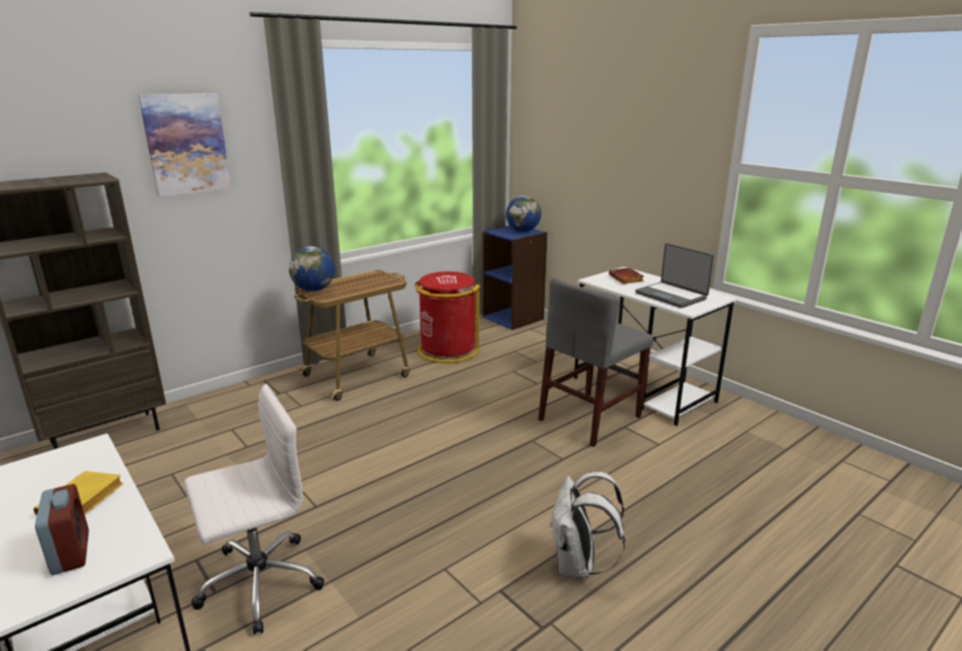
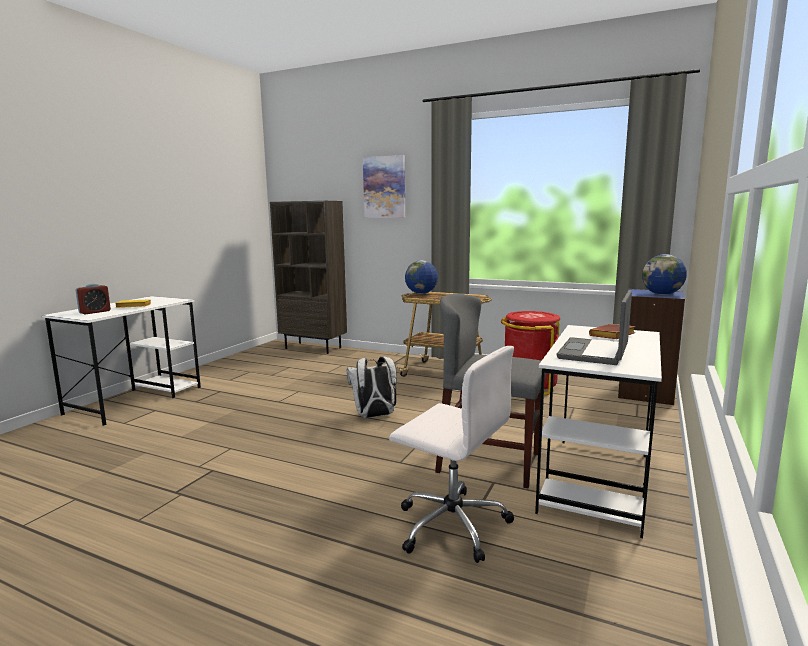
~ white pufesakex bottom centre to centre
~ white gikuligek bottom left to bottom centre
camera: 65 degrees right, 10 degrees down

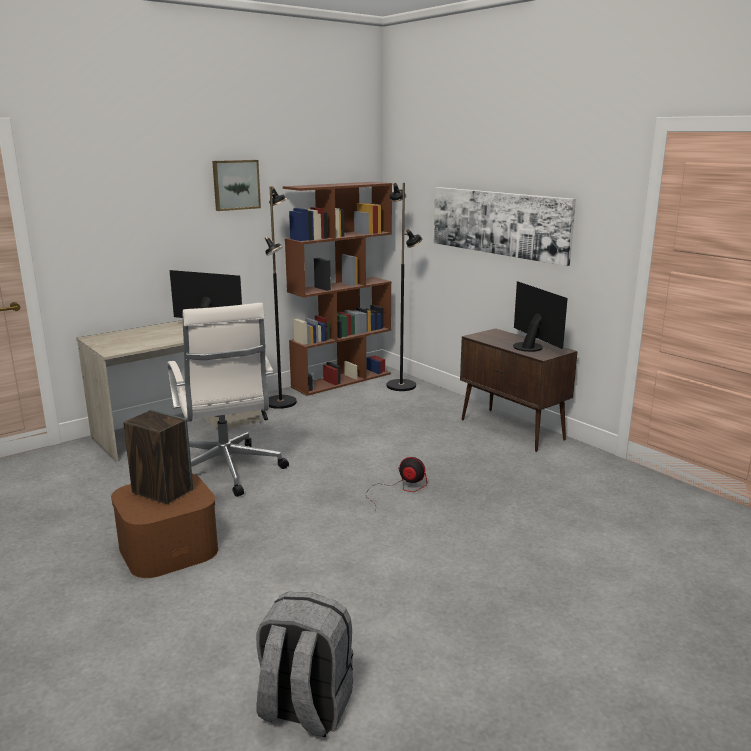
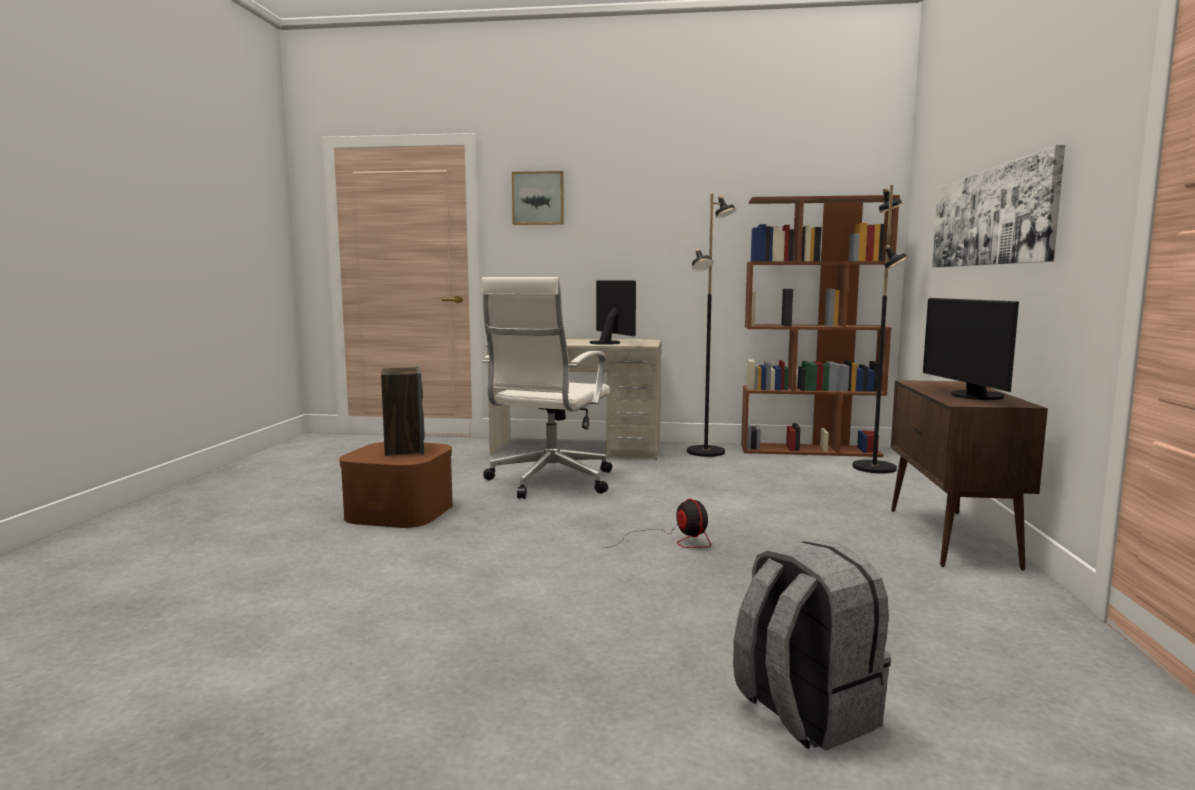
~ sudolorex (no. 1 from left) top left to top centre
~ grey pufesakex bottom centre to bottom right
~ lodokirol (no. 2 from left) middle right = middle right 150 degrees clockwise
camera: 45 degrees right, 10 degrees down

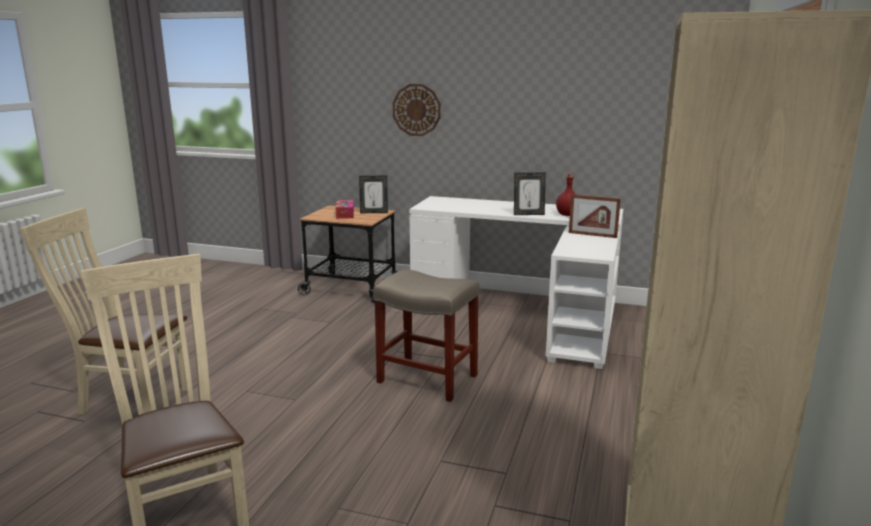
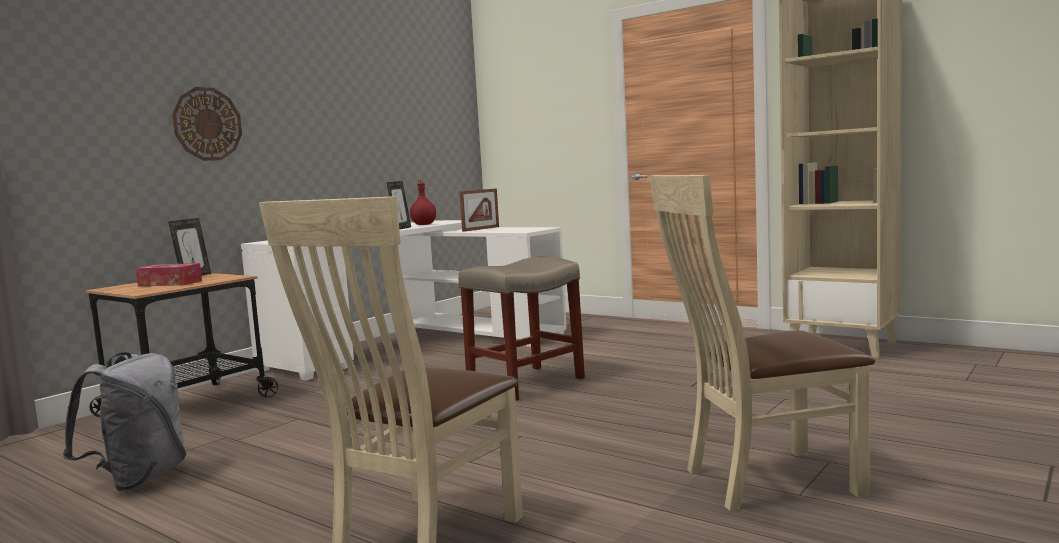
+ grey pufesakex bottom left
camera: 70 degrees left, 10 degrees down

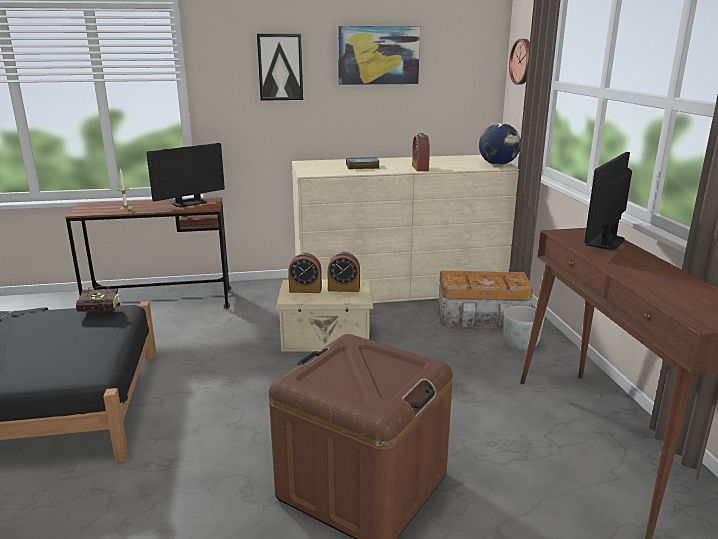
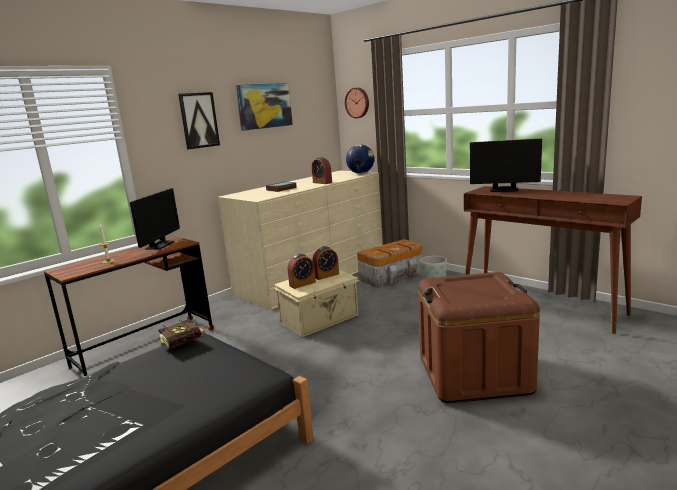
~ lodokirol (no. 2 from left) middle right = middle right 75 degrees counterclockwise
camera: 35 degrees left, 5 degrees down

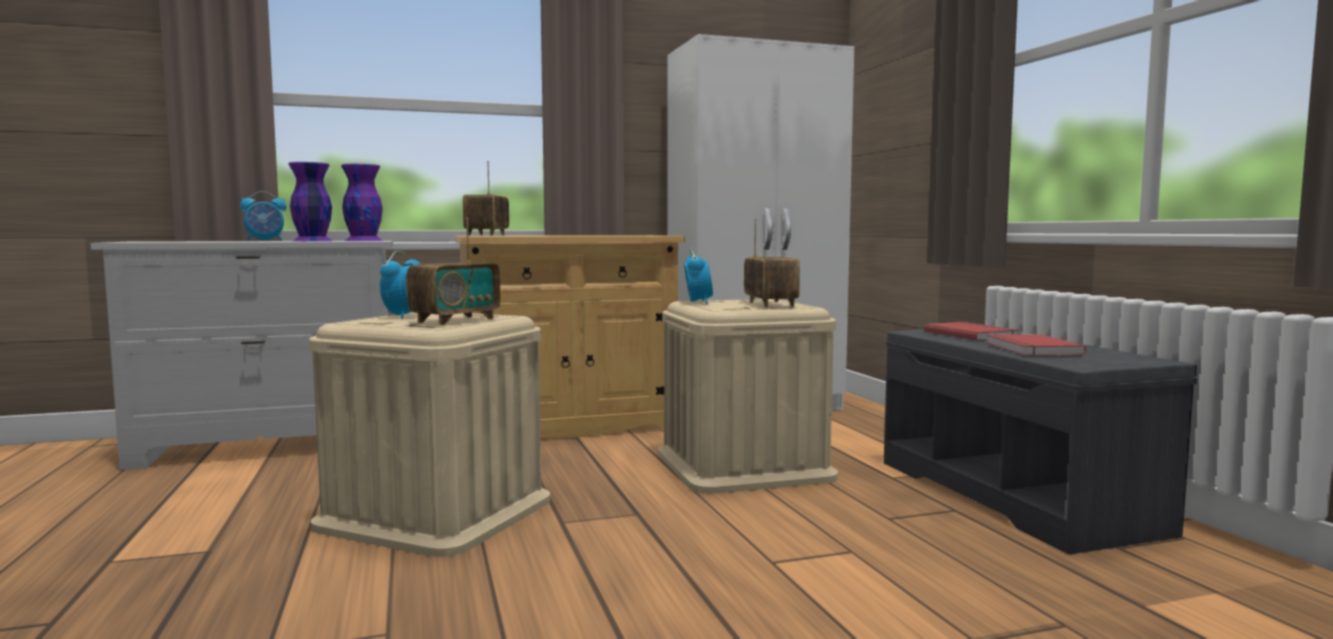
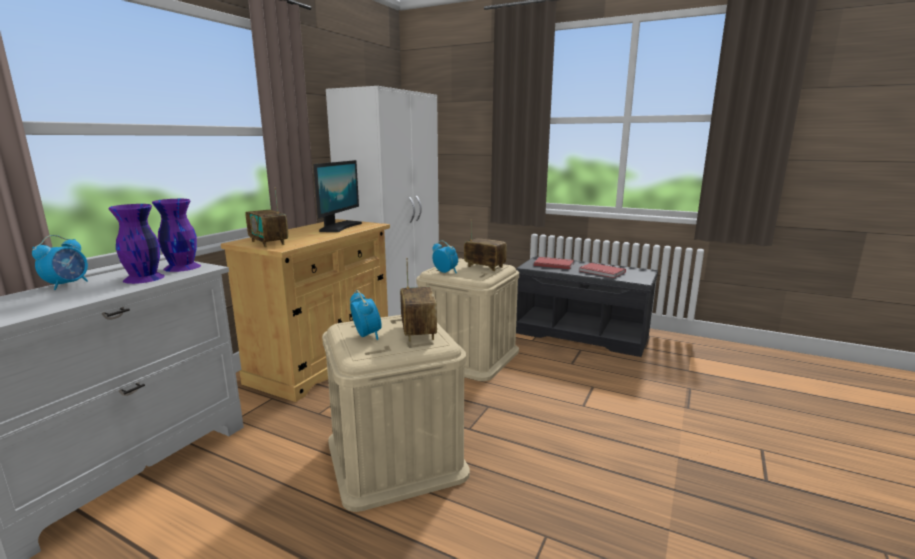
+ lodokirol centre
camera: 45 degrees left, 10 degrees up

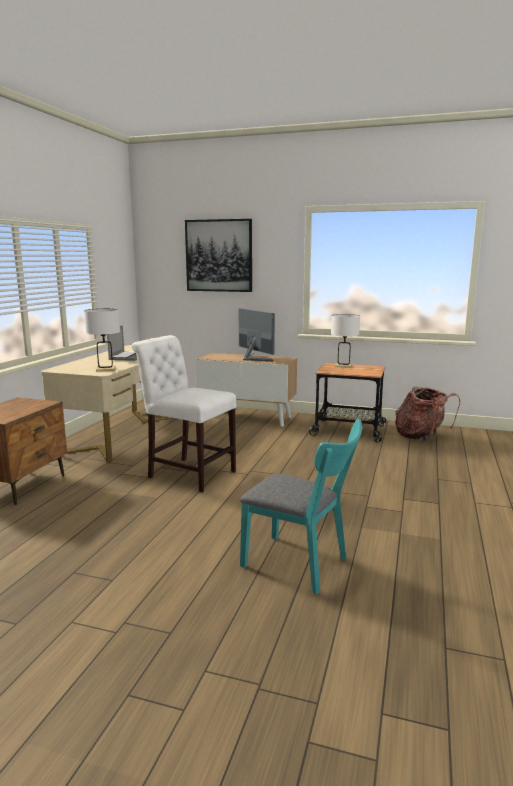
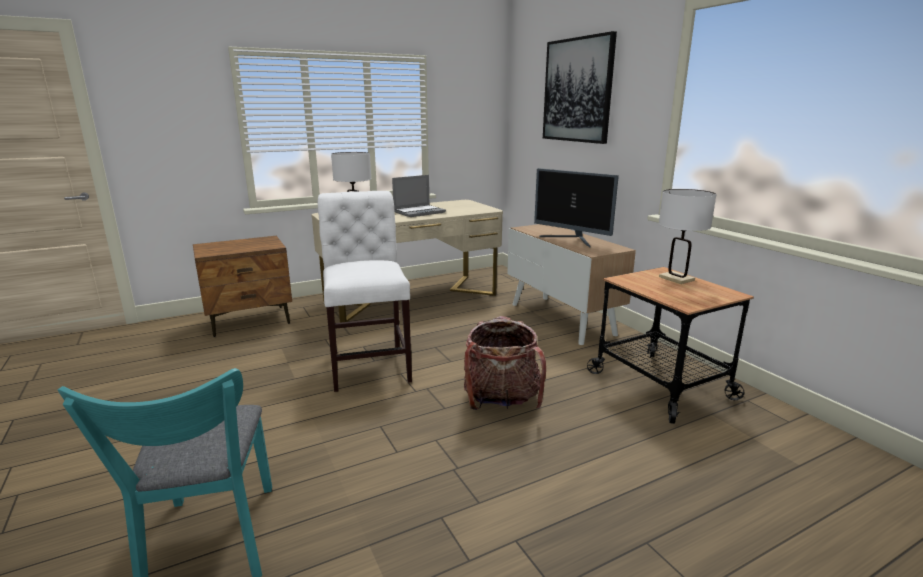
~ pufesakex middle right to centre
~ lodokirol centre = centre 120 degrees clockwise
camera: 45 degrees right, 5 degrees up

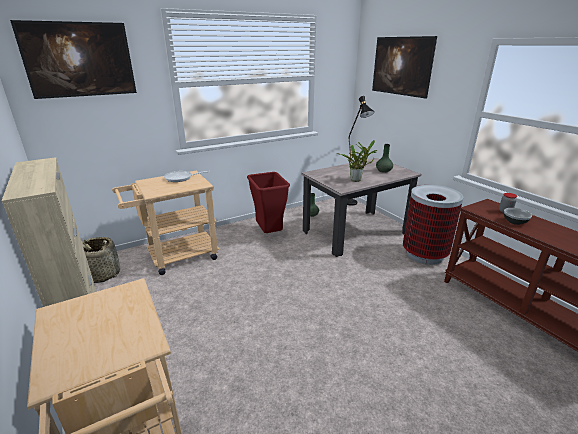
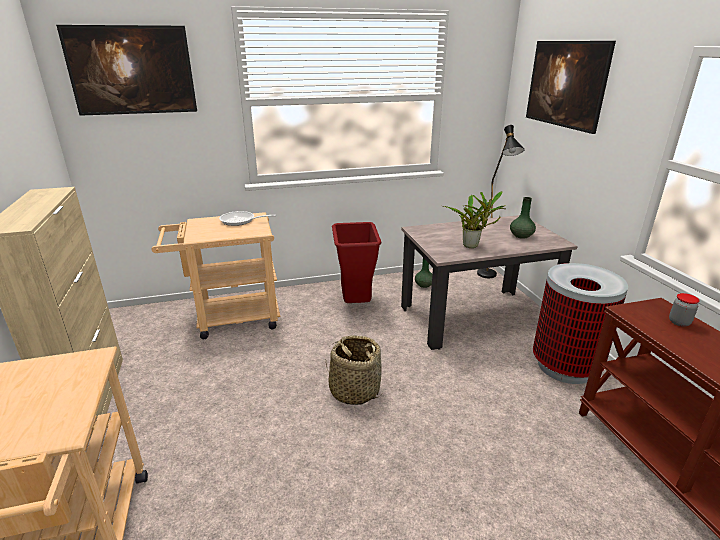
~ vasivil middle left to bottom centre
- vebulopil middle right
camera: 15 degrees right, 0 degrees up

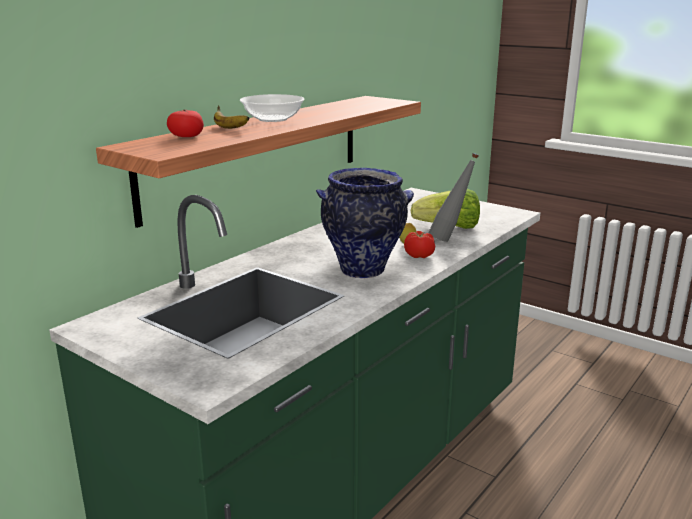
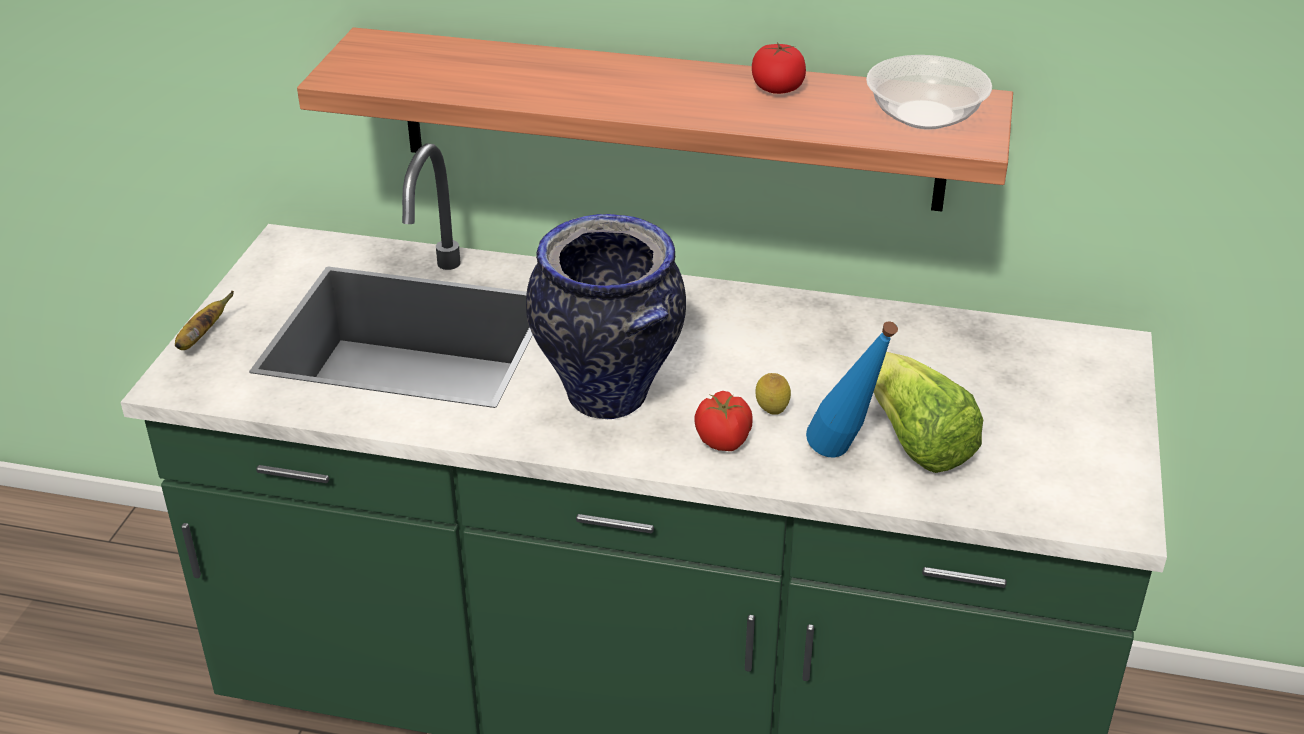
~ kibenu top centre to middle left
~ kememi (no. 1 from left in the first image) top left to kememi (no. 2 from left) top centre
~ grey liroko centre to blue liroko centre
~ vebulopil top centre to top right
camera: 65 degrees right, 15 degrees up

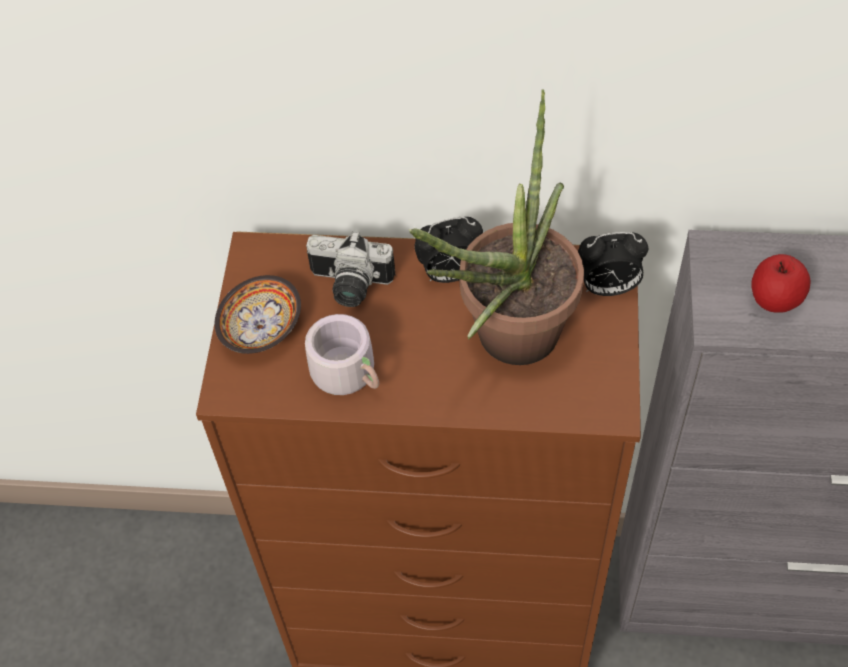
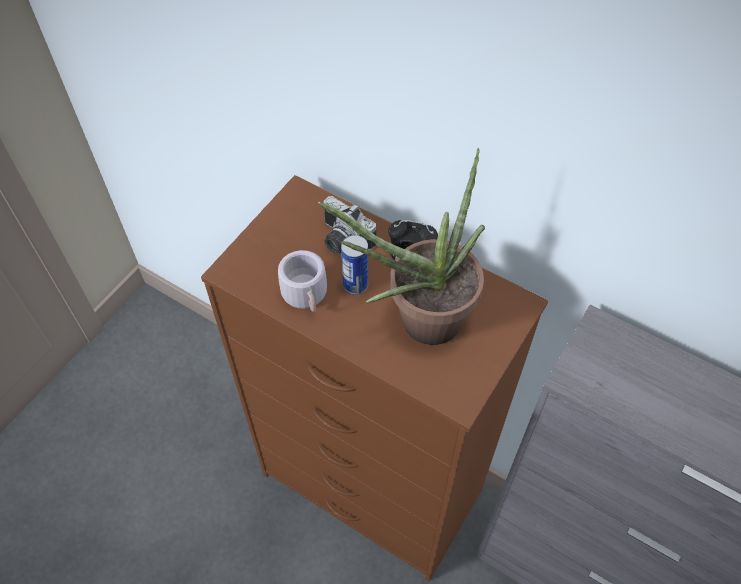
+ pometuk centre
- vebulopil middle left
- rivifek (no. 2 from left) middle right
- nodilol middle right
camera: 25 degrees right, 0 degrees up

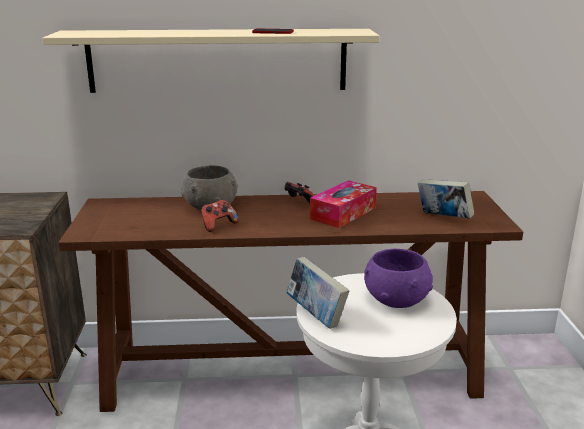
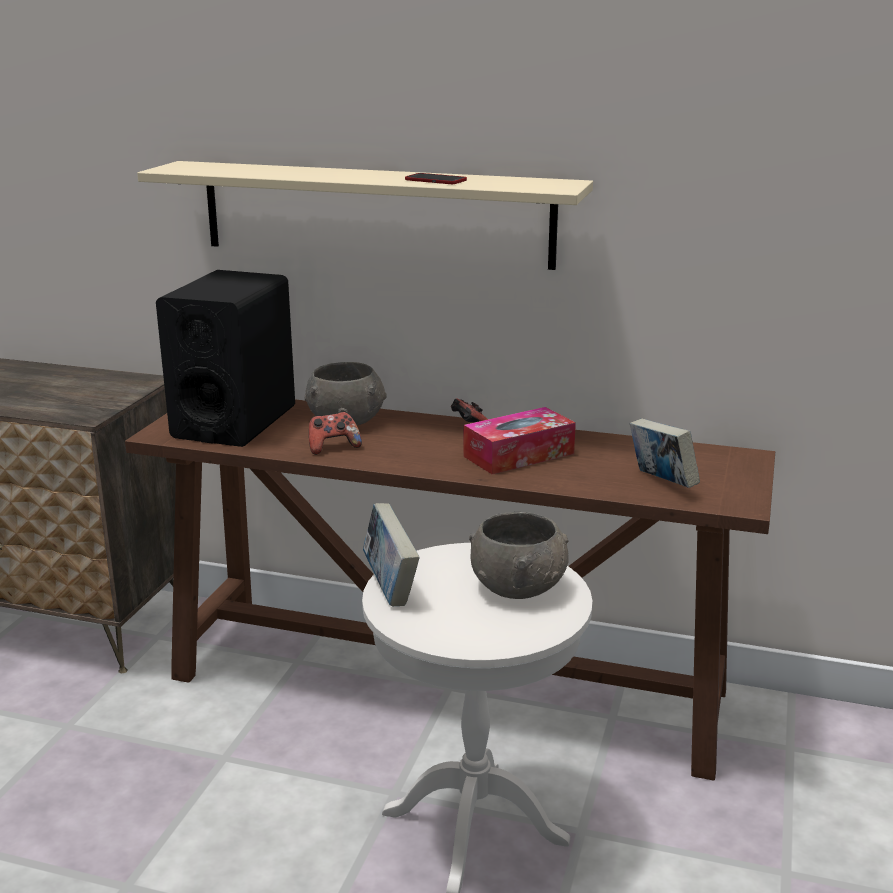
+ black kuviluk middle left
~ purple vebulopil middle right to grey vebulopil (no. 2 from left) centre
camera: 20 degrees right, 0 degrees up

